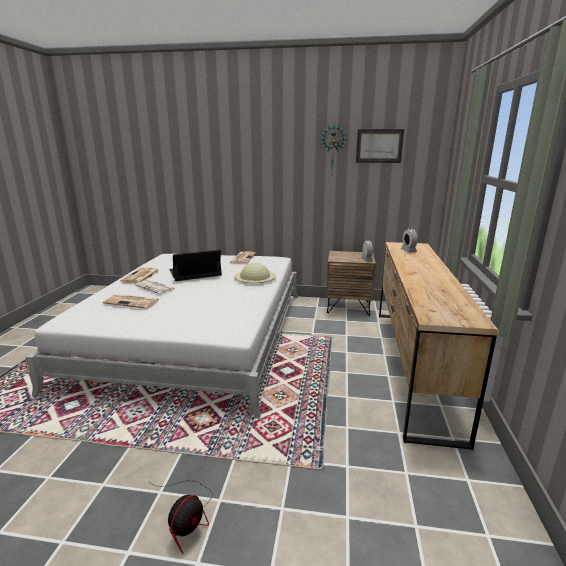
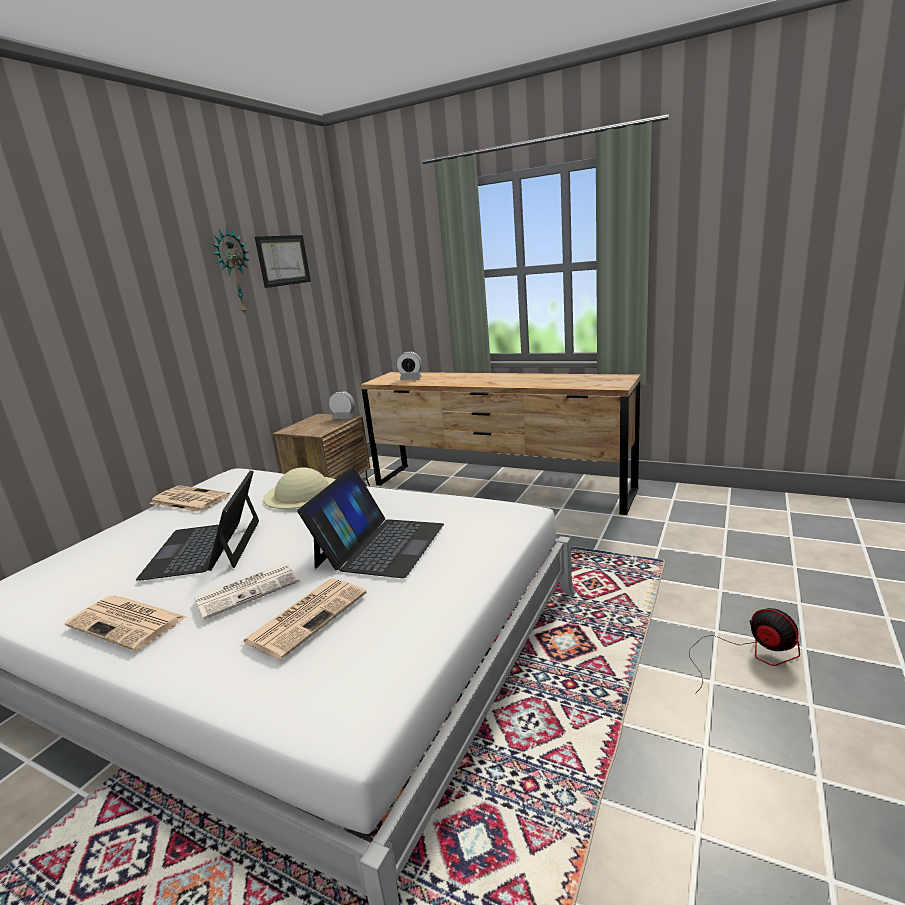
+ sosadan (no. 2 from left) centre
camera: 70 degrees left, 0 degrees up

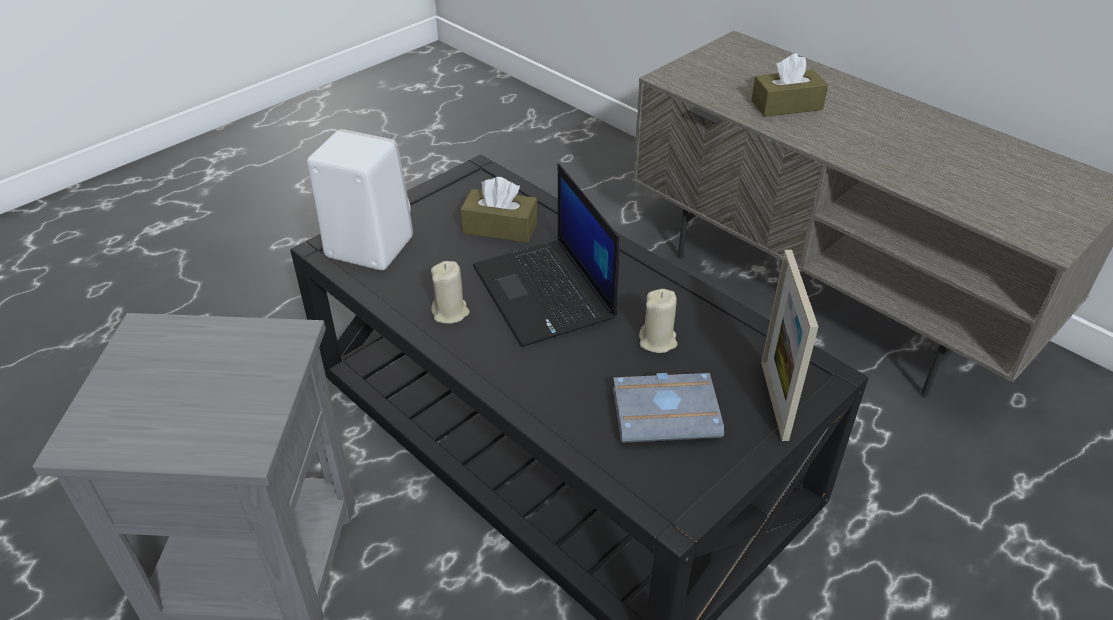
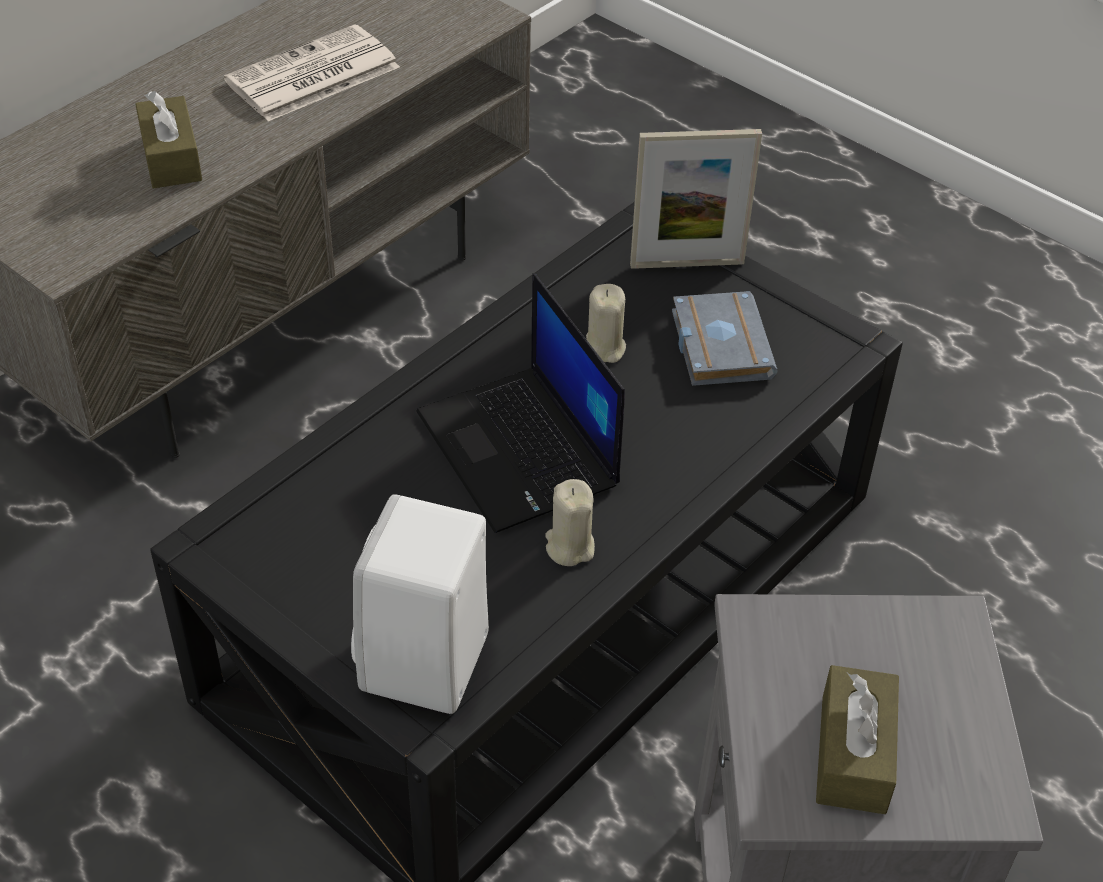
+ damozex top left
~ sosadan centre = centre 90 degrees clockwise
~ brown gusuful (no. 1 from left in the first image) centre to brown gusuful (no. 2 from left) bottom right
camera: 95 degrees left, 5 degrees up

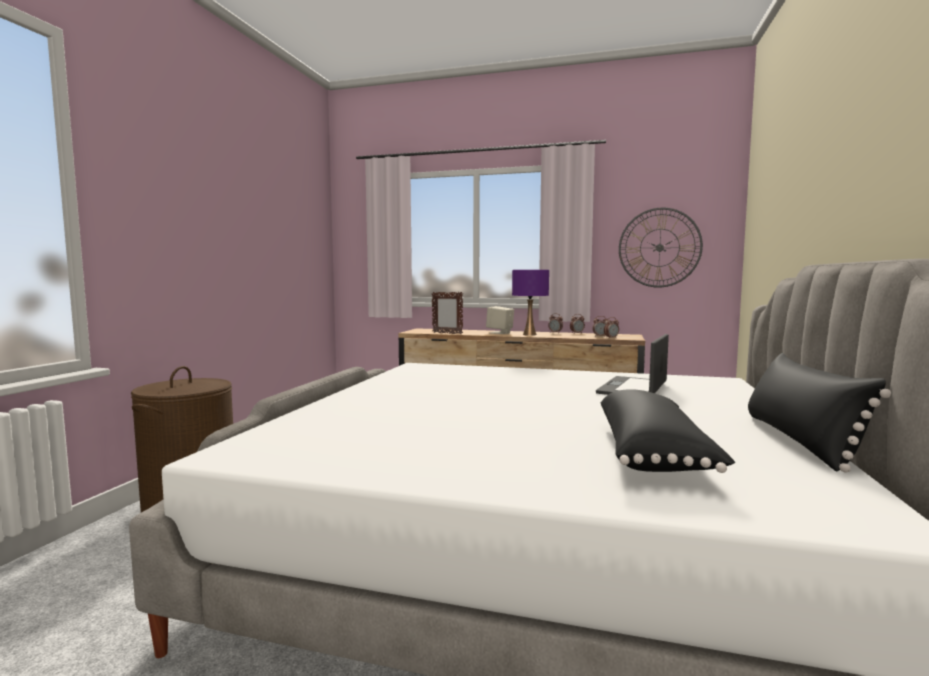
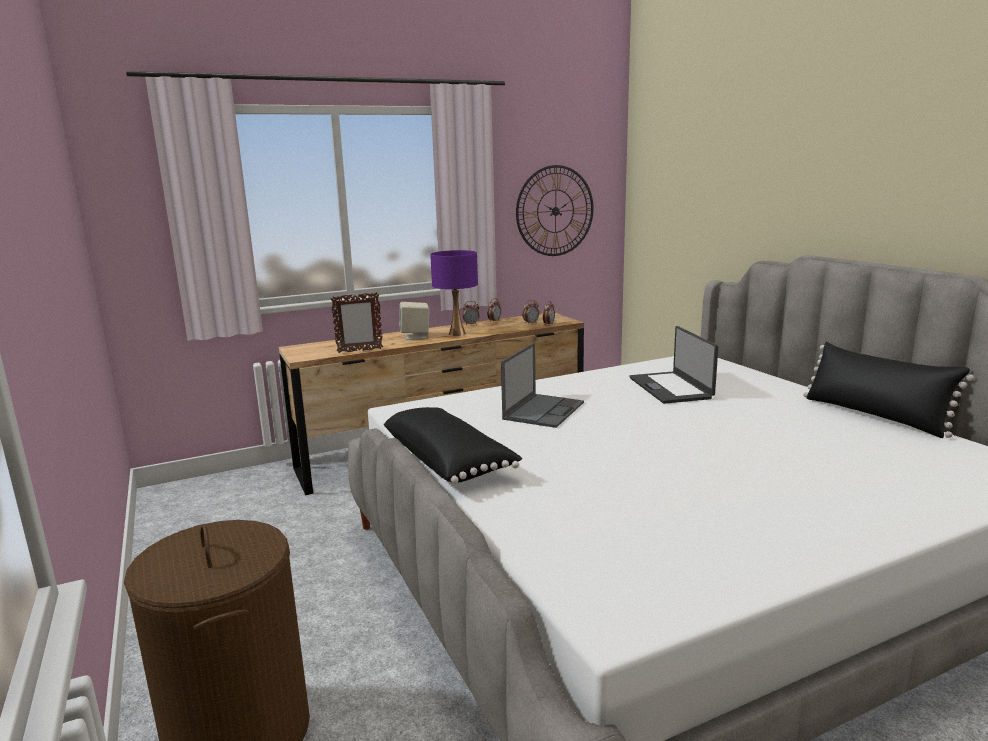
~ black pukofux (no. 1 from left) middle right to centre
+ sosadan (no. 1 from left) centre
camera: 40 degrees left, 10 degrees up

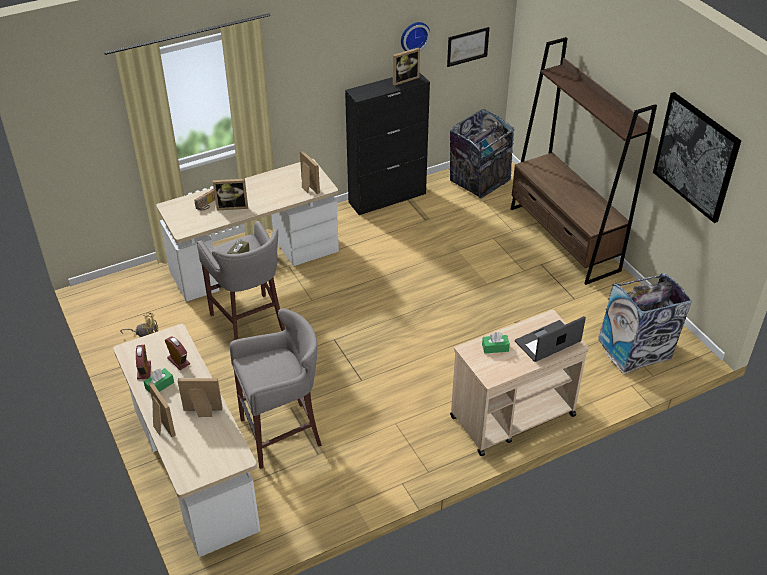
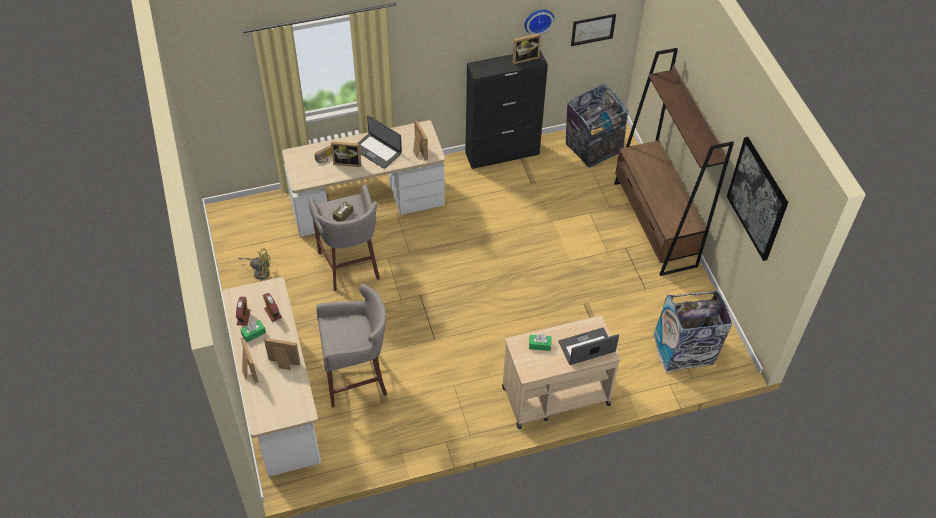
+ sosadan (no. 1 from left) top centre
camera: 10 degrees right, 10 degrees up

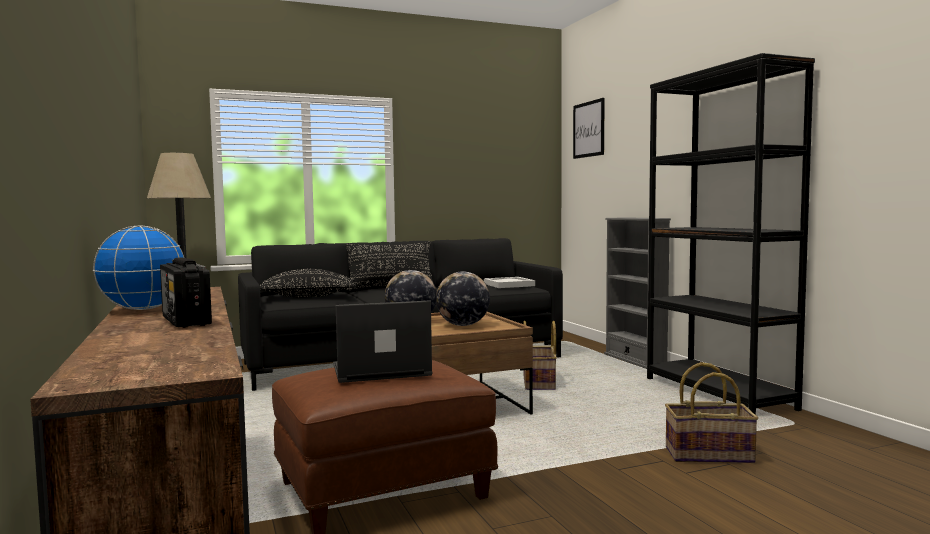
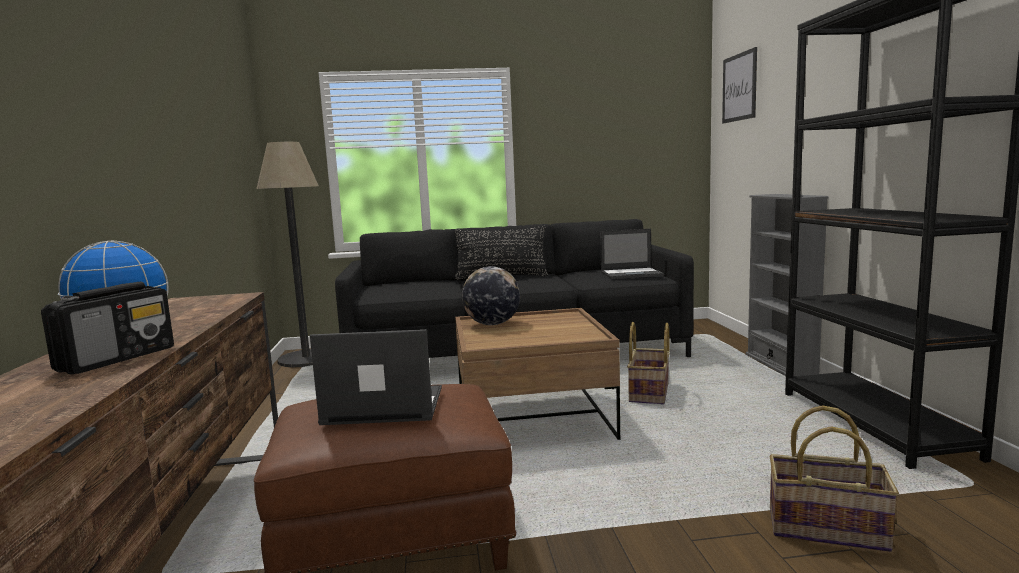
~ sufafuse middle left = middle left 135 degrees counterclockwise
~ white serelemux centre to sosadan (no. 2 from left) centre
- black pukofux (no. 1 from left) middle left
- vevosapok (no. 3 from left) centre
camera: 15 degrees right, 5 degrees up

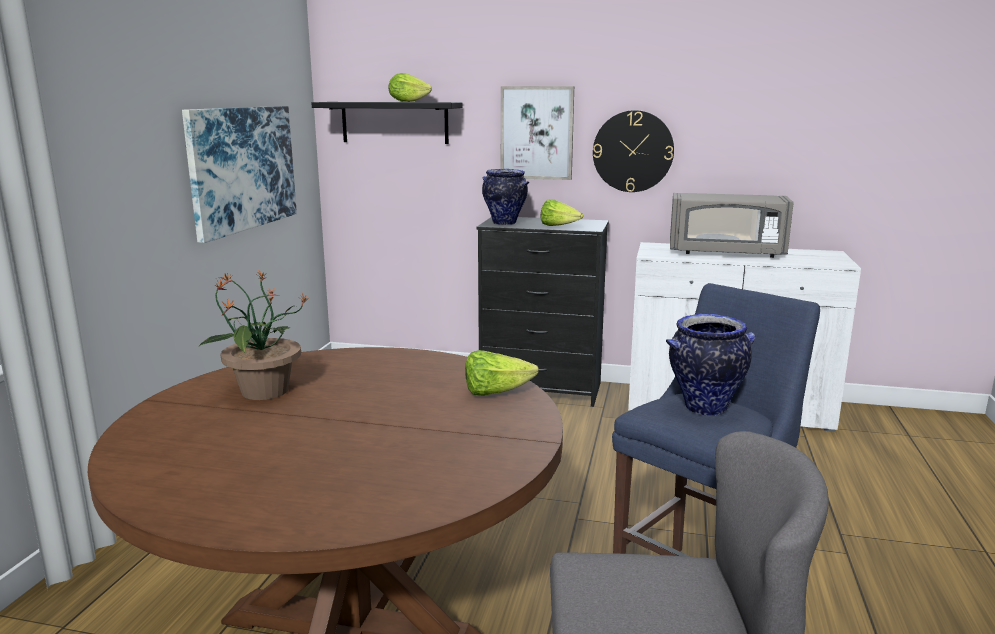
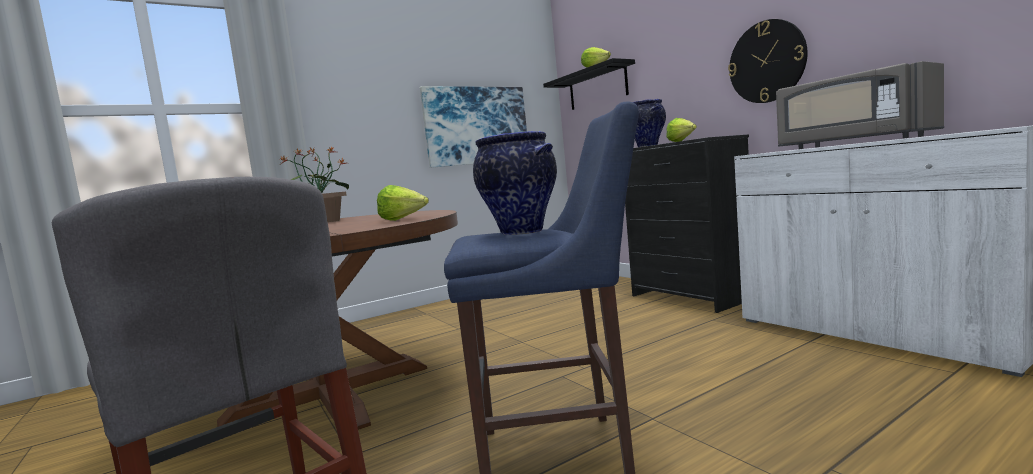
- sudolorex (no. 2 from left) top centre
camera: 45 degrees right, 10 degrees down

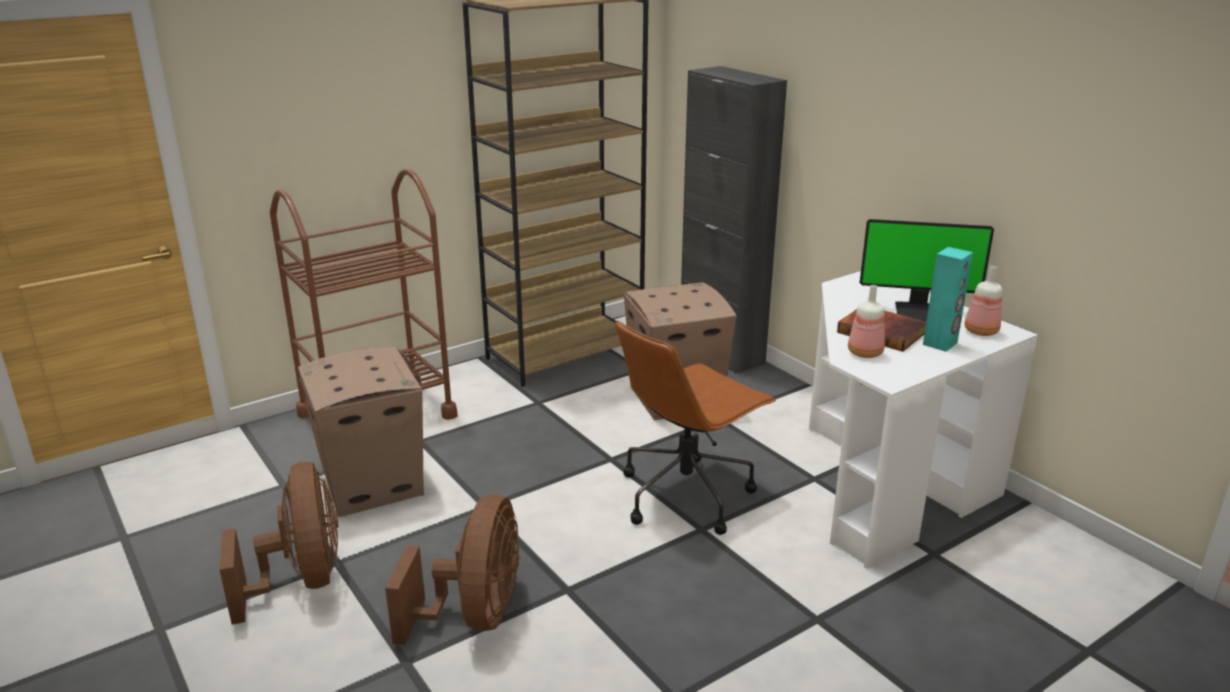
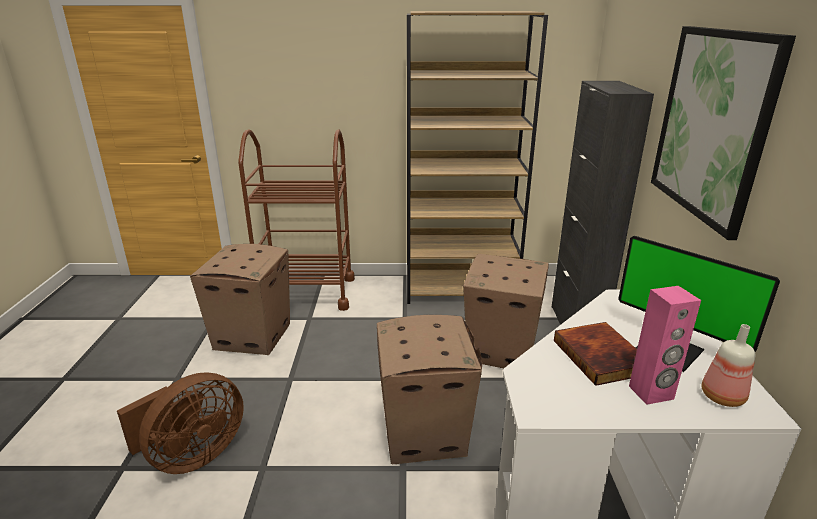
~ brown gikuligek centre to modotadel (no. 2 from left) bottom centre
~ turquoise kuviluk middle right to pink kuviluk middle right
+ sudolorex top right
- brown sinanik (no. 1 from left) bottom left
- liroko (no. 1 from left) middle right
camera: 35 degrees right, 0 degrees up

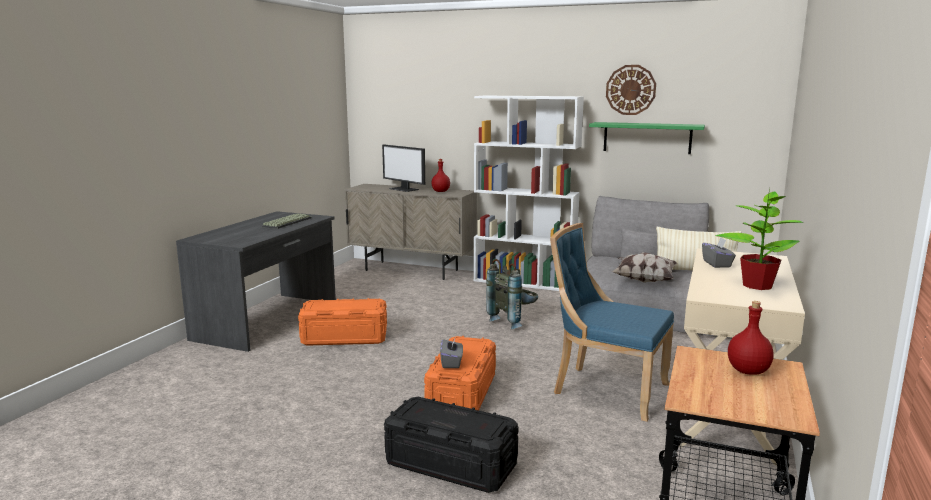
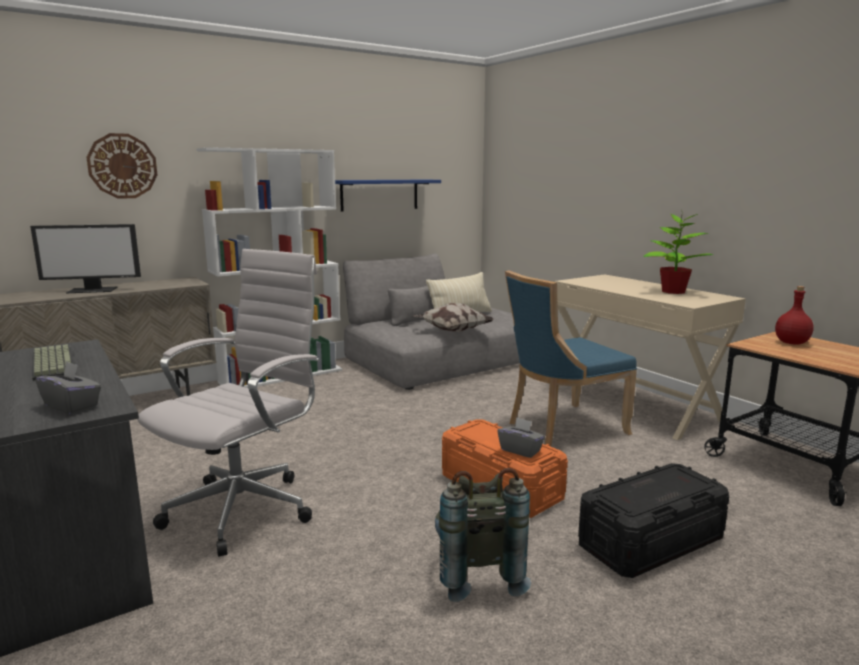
~ grey gusuful (no. 2 from left in the first image) middle right to grey gusuful (no. 1 from left) middle left
~ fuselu top right to top left
~ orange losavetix (no. 1 from left) centre to white gikuligek middle left
~ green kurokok top right to blue kurokok top centre
~ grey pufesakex centre to bottom centre
- red liroko (no. 1 from left) centre
camera: 55 degrees left, 0 degrees up

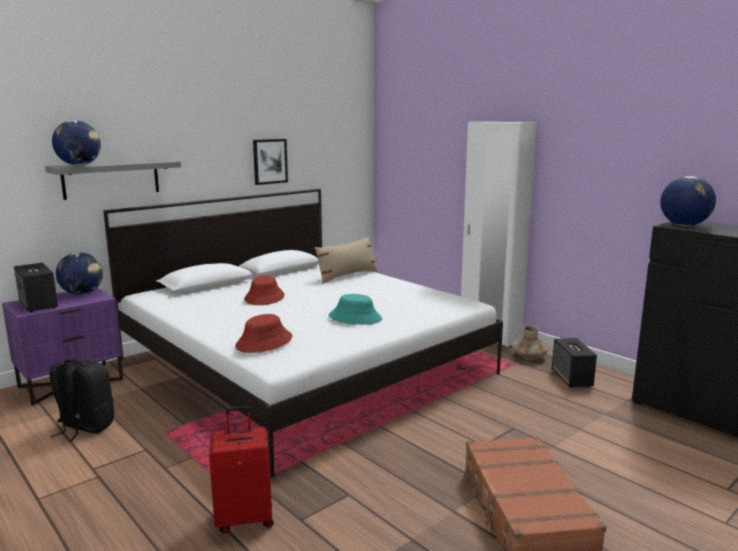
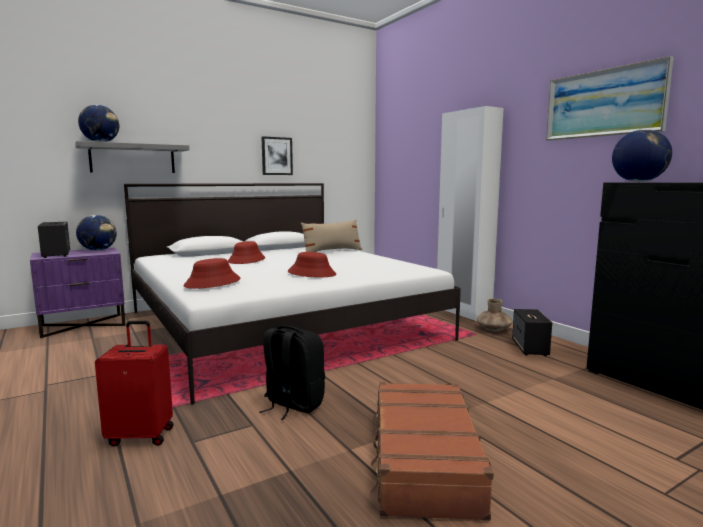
~ black pufesakex bottom left to bottom centre
~ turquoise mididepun centre to red mididepun (no. 3 from left) centre
+ sudolorex (no. 2 from left) top right
camera: 10 degrees right, 5 degrees down

